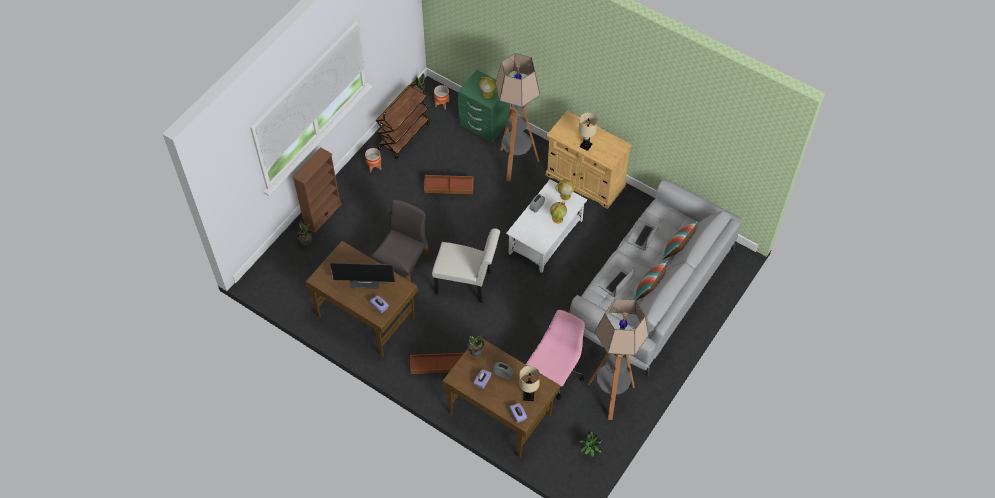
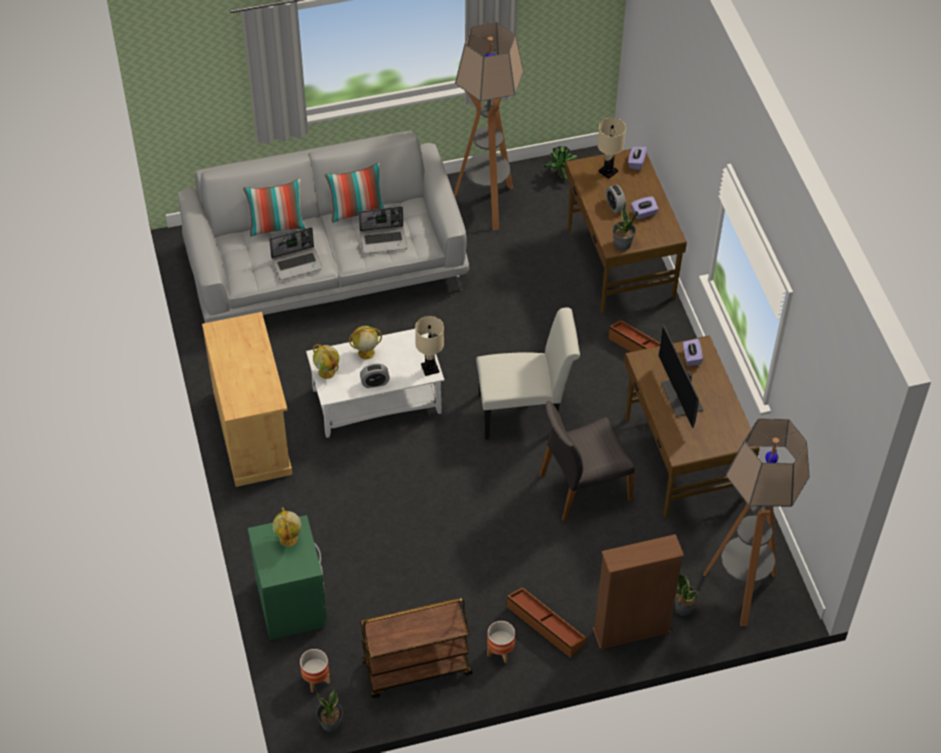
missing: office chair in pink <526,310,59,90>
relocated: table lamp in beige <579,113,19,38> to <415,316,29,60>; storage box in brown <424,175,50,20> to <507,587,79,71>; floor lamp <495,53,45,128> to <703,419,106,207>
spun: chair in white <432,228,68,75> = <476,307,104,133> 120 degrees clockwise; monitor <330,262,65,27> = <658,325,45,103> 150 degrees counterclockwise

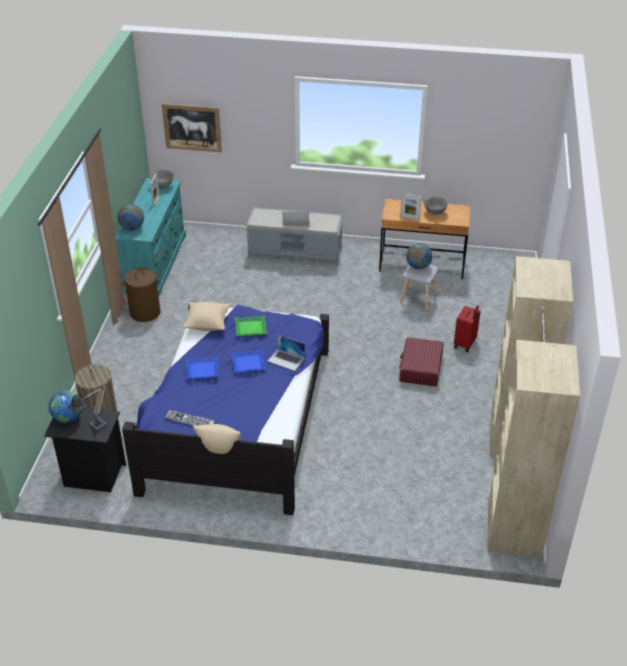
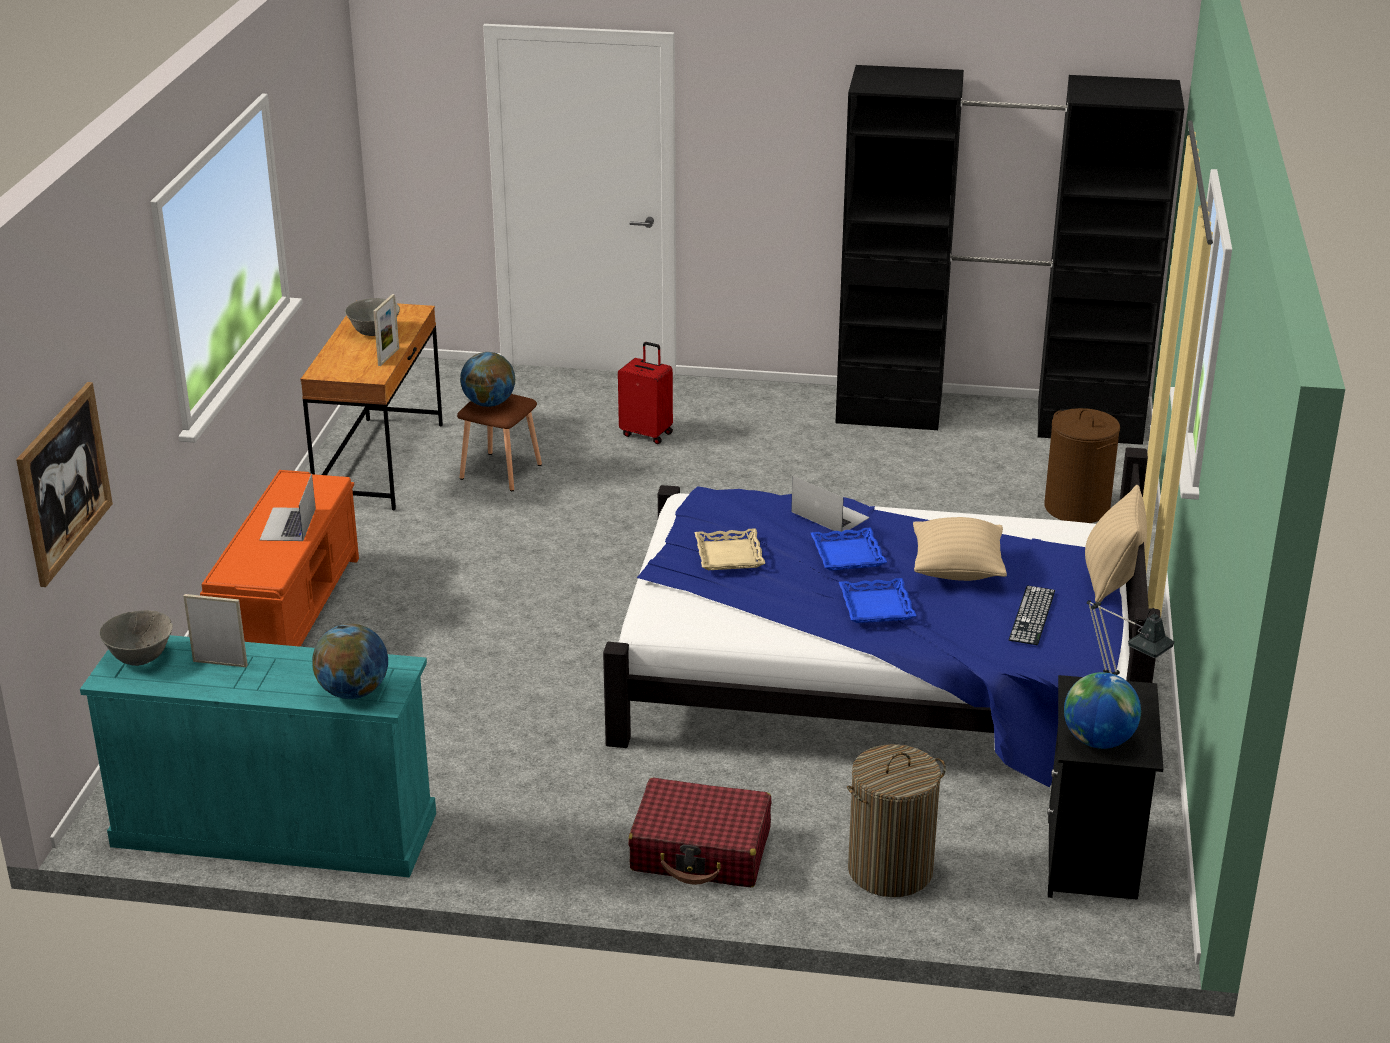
relocated: suitcase in red <399,337,45,50> to <628,777,143,110>; pillow in beige <183,302,47,29> to <913,517,94,64>; laundry basket in brown <122,268,38,54> to <1044,408,76,115>
colour: bench in grey <246,207,97,59> to bench in orange <200,470,159,177>; stool in grey <400,264,39,47> to stool in brown <457,394,85,97>; tray in green <235,316,32,20> to tray in beige <694,528,71,42>; wardrobe in beige <487,256,93,302> to wardrobe in black <836,65,348,380>
spun: laptop <268,334,37,37> = <791,476,79,56> 75 degrees counterclockwise

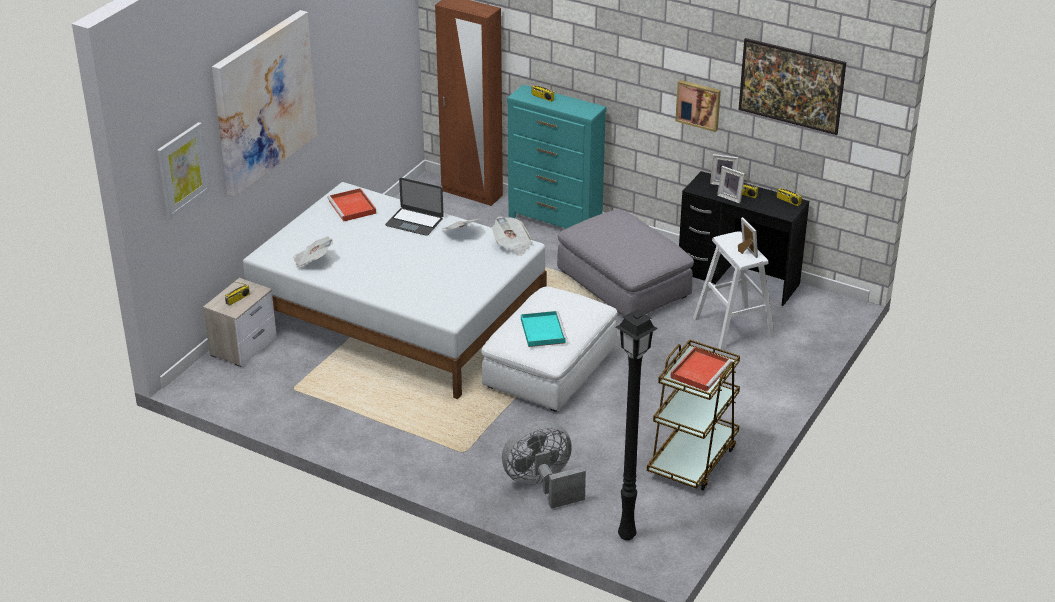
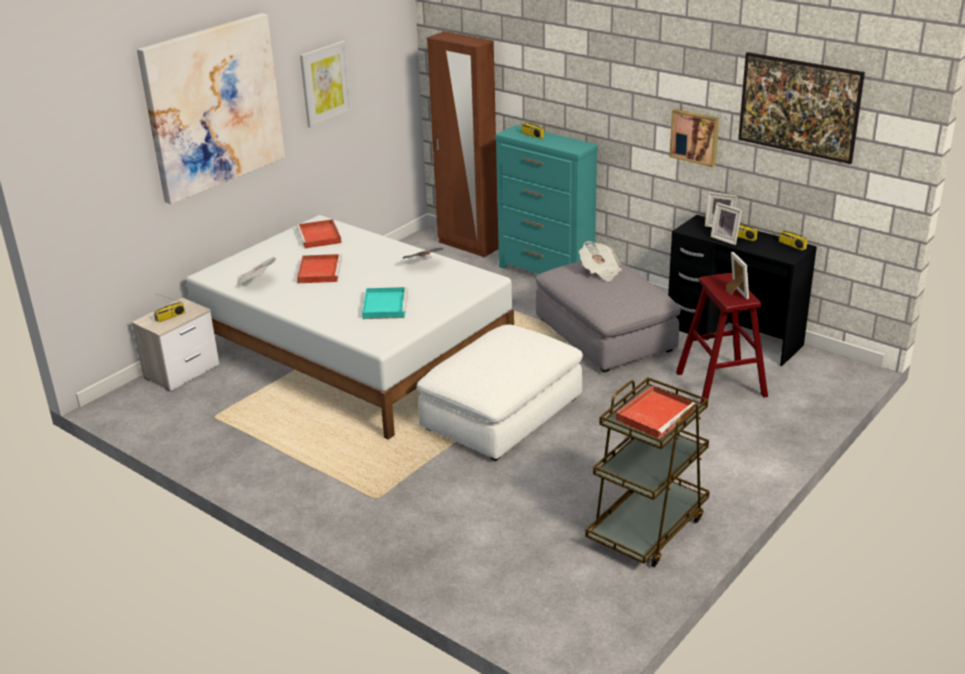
missing: laptop <385,178,59,58>; fan in grey <502,421,84,88>; floor lamp in black <616,309,42,231>
appeared: tray in red <297,254,45,29>
relocated: picture <157,122,53,97> to <300,41,52,87>; tray in turquoise <521,311,46,36> to <362,287,46,32>; newspaper <492,216,41,40> to <579,241,43,40>
colour: stool in white <693,231,82,119> to stool in red <676,273,92,131>

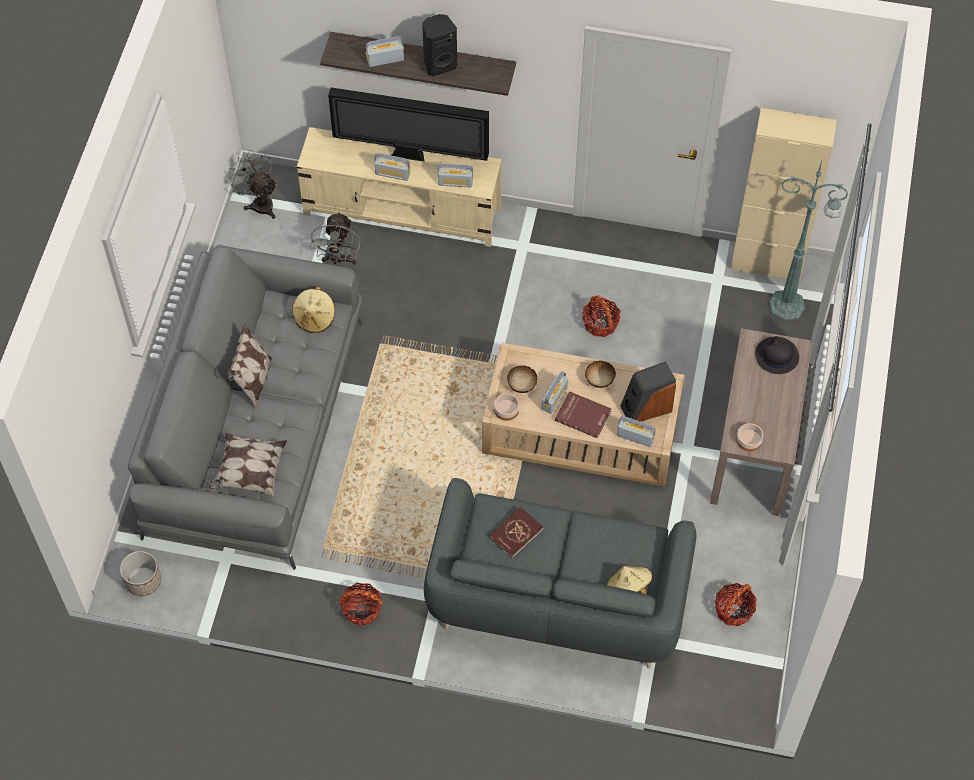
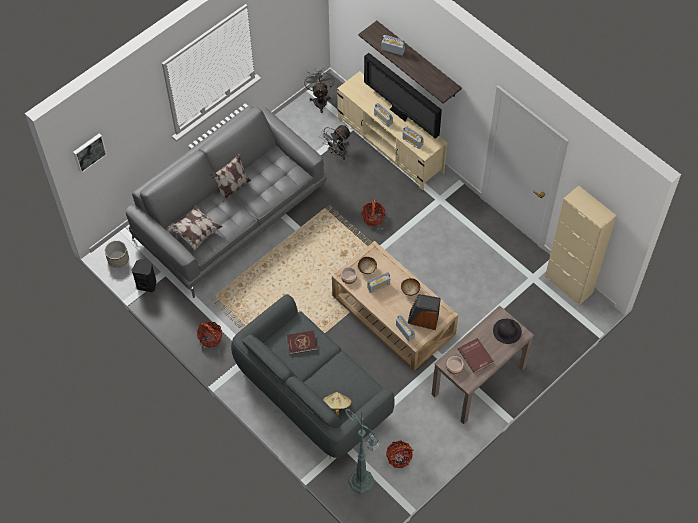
missing: hat in beige <292,287,43,46>
appeared: picture <73,133,34,40>
relocated: speaker in black <422,14,35,62> to <132,259,24,33>; floor lamp in green <769,157,79,164> to <345,409,35,85>; basket <582,295,39,42> to <361,199,24,27>; book in red <555,391,56,47> to <458,338,36,35>

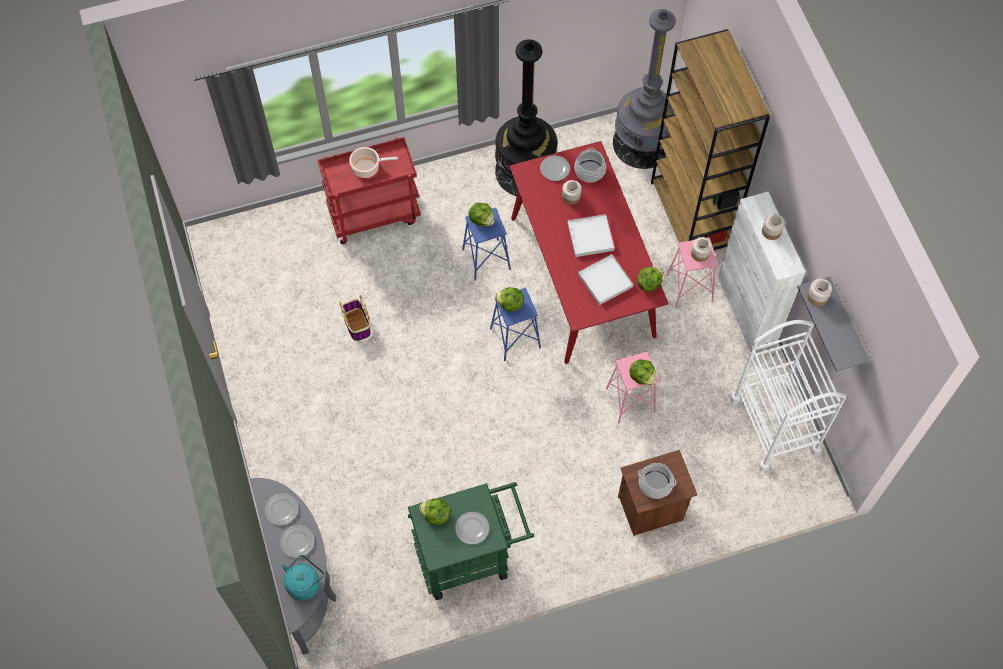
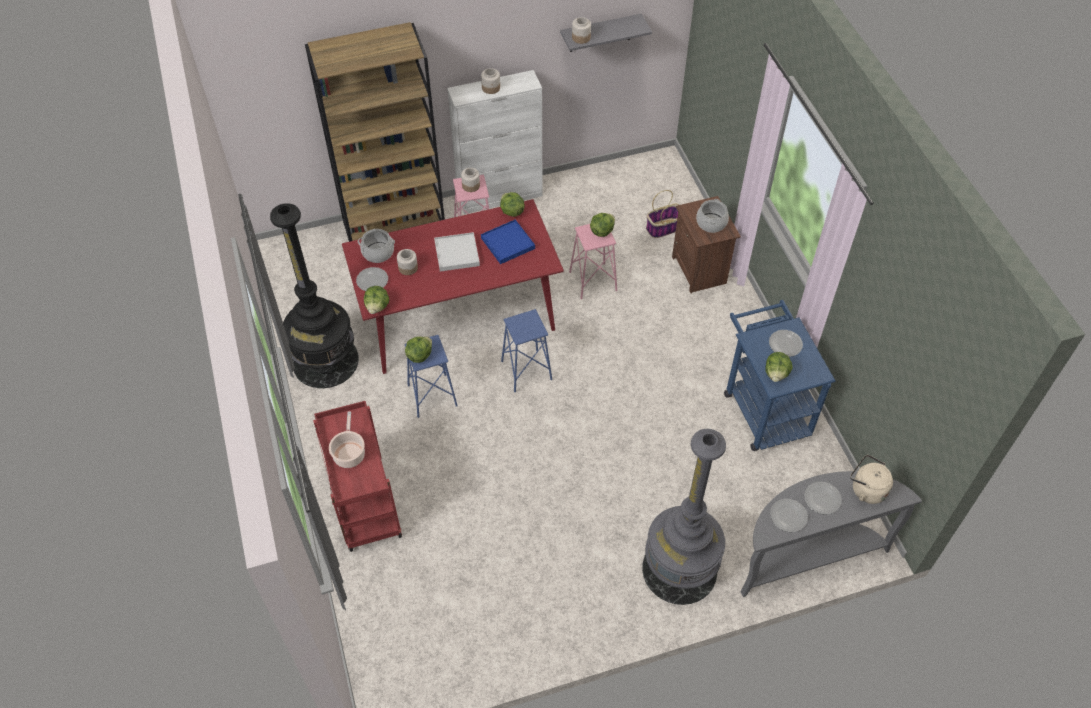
missing: cart in white <730,320,117,151>
relocated: lettuce <495,287,29,25> to <364,286,25,28>; floor lamp in grey <613,9,63,160> to <642,429,84,176>; basket <340,295,31,46> to <646,190,33,48>
colour: tray in white <578,254,55,51> to tray in blue <481,220,54,44>; cart in green <408,482,126,118> to cart in blue <724,300,112,151>; kettle in turquoise <282,555,42,46> to kettle in beige <850,455,43,49>

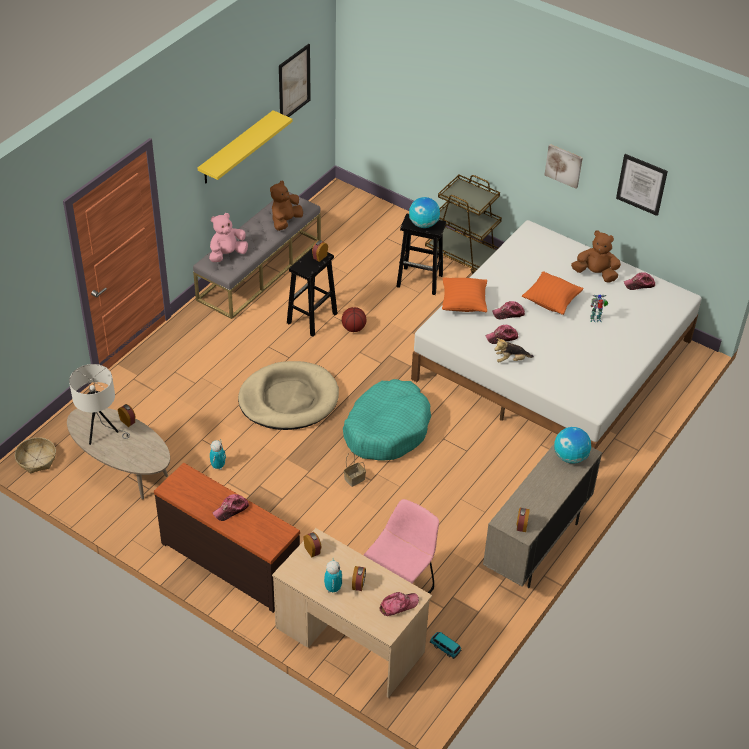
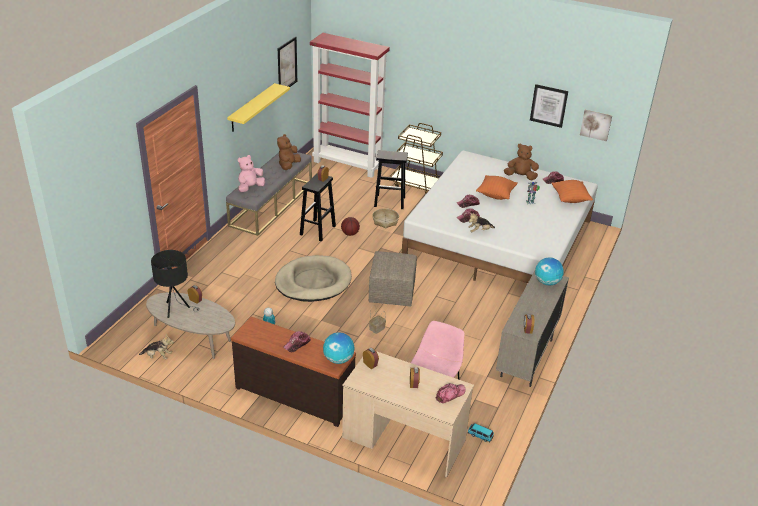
missing: toy robot <324,558,18,35>
appeared: plush toy <139,333,35,26>; bookcase in red <310,33,80,145>
relocated: globe <409,197,31,31> to <323,332,31,32>; basket <15,437,41,37> to <372,208,27,21>; pillow in orange <442,277,45,35> to <552,180,41,23>; picture <545,144,38,45> to <580,110,32,31>
exchanged: dog bed in turquoise <343,379,88,82> to ottoman in beige <369,251,48,56>
colour: table lamp in white <69,364,61,81> to table lamp in black <151,250,49,68>

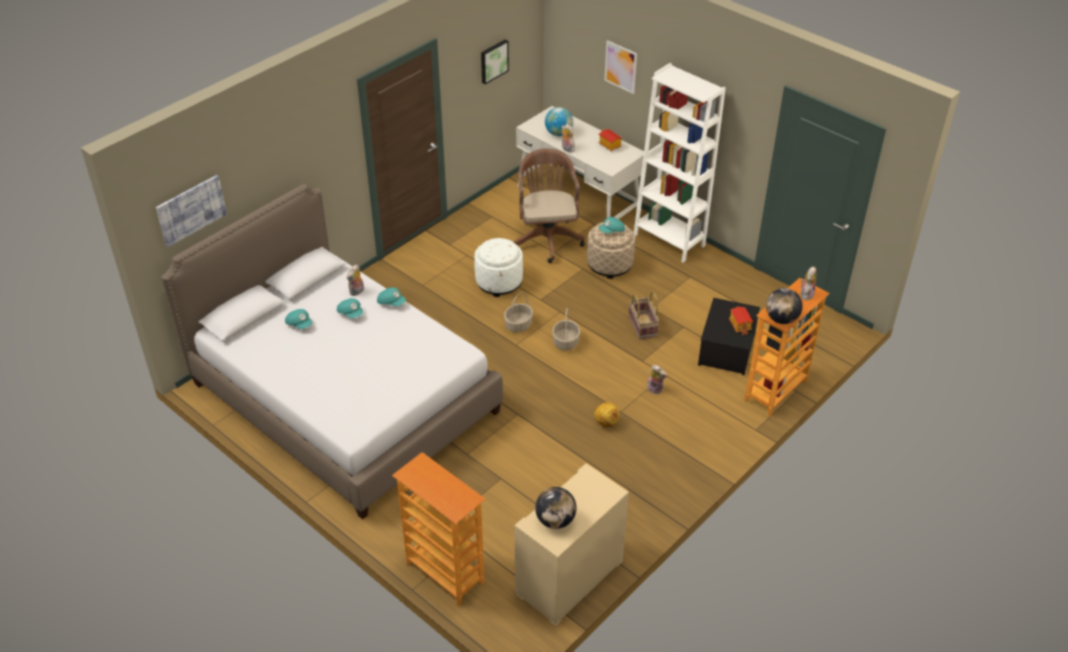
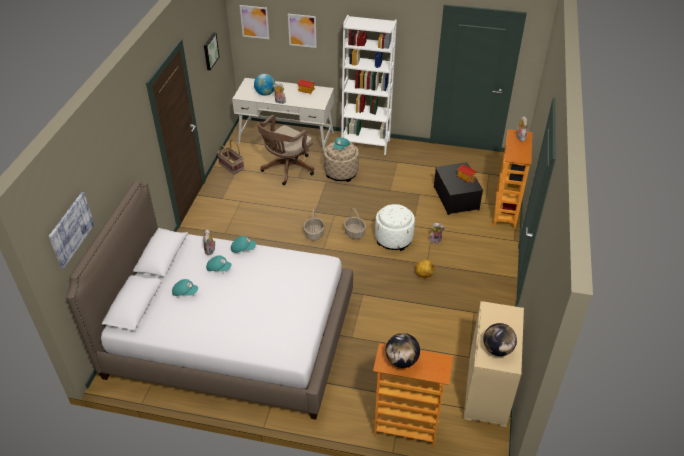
appeared: picture <240,5,29,34>
relocated: basket <629,291,30,48> to <217,140,27,34>; ottoman in white <474,238,49,59> to <375,204,40,47>; globe <766,288,37,36> to <386,333,34,35>
spun: office chair in brown <514,149,71,114> = <257,115,57,70> 105 degrees counterclockwise

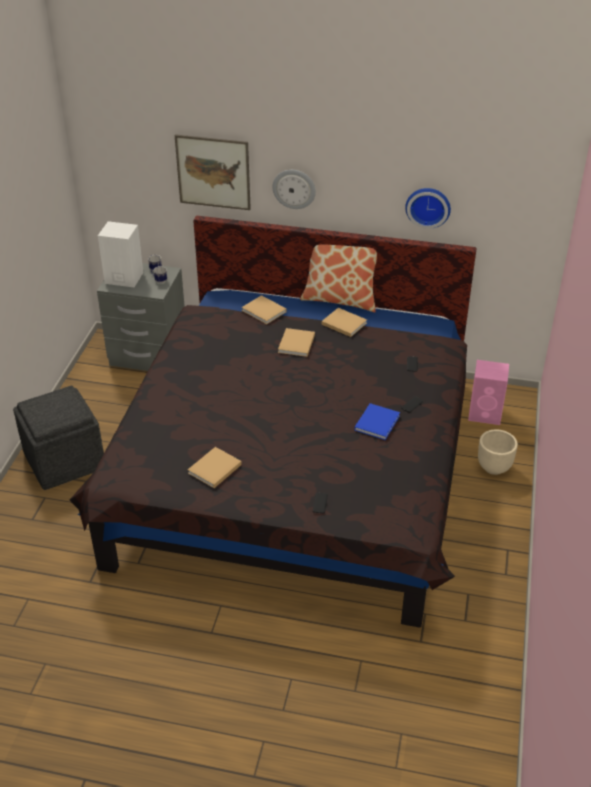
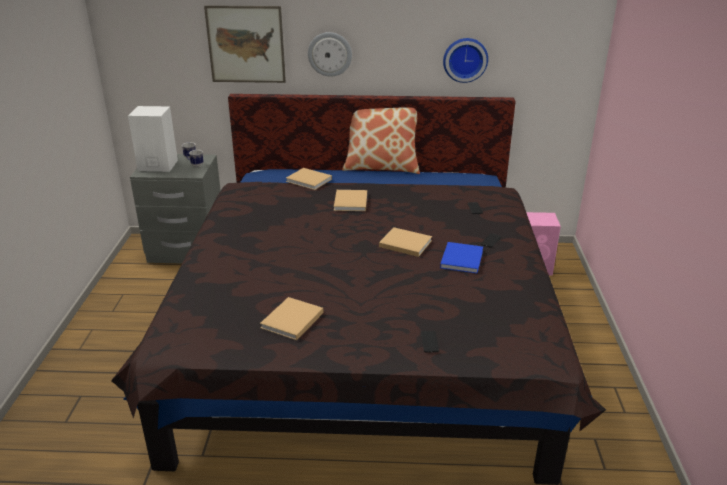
missing: ottoman in grey <13,385,91,105>; planter in beige <478,429,40,46>
relocated: book in beige <322,308,45,29> to <379,227,53,30>

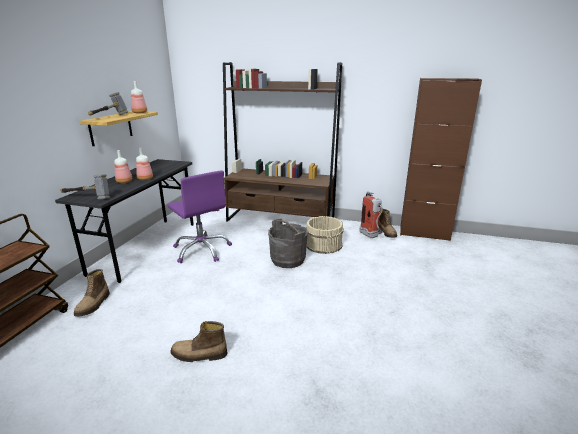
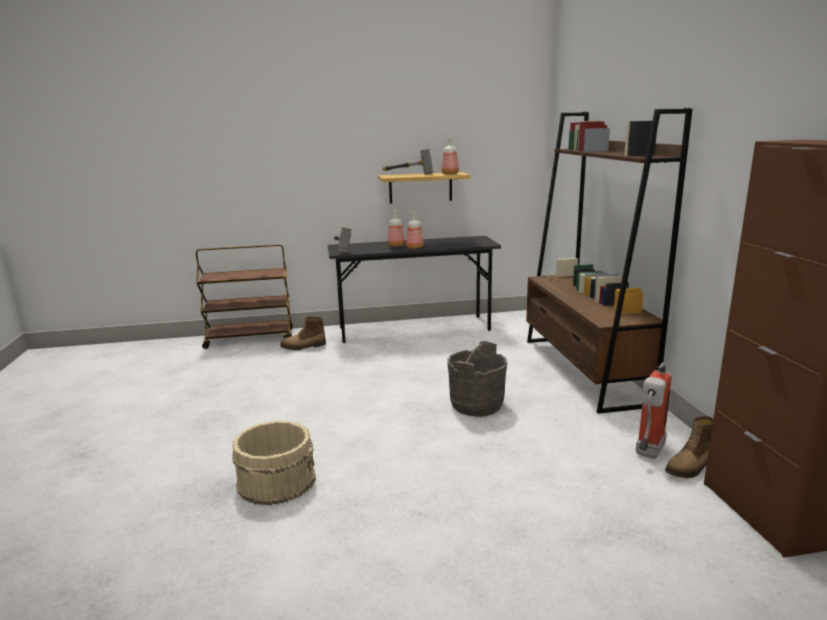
missing: office chair in purple <168,170,64,93>; boot <171,321,57,41>
relocated: bucket in beige <306,216,37,38> to <232,421,83,84>

